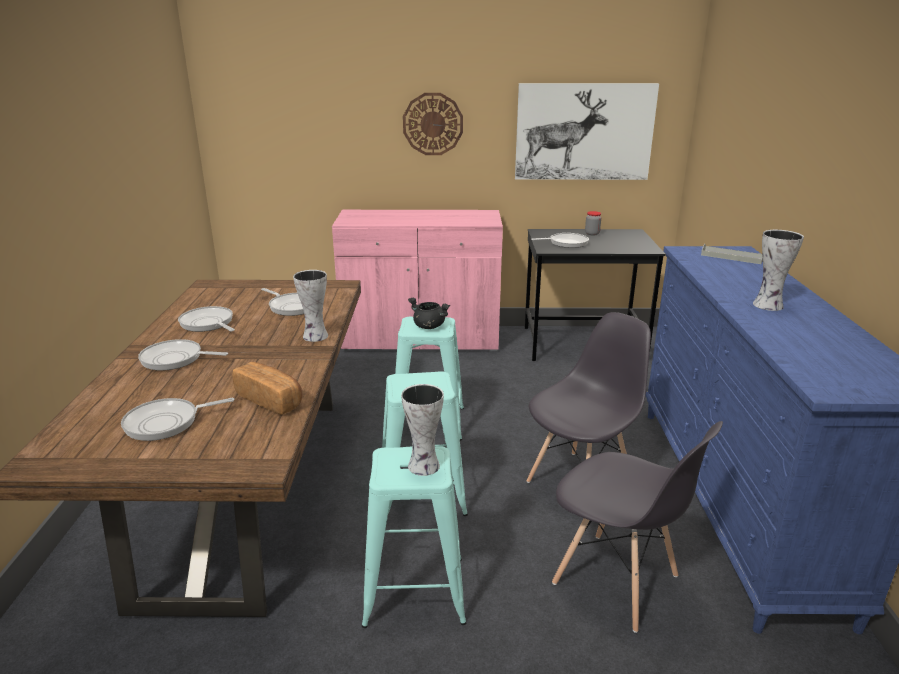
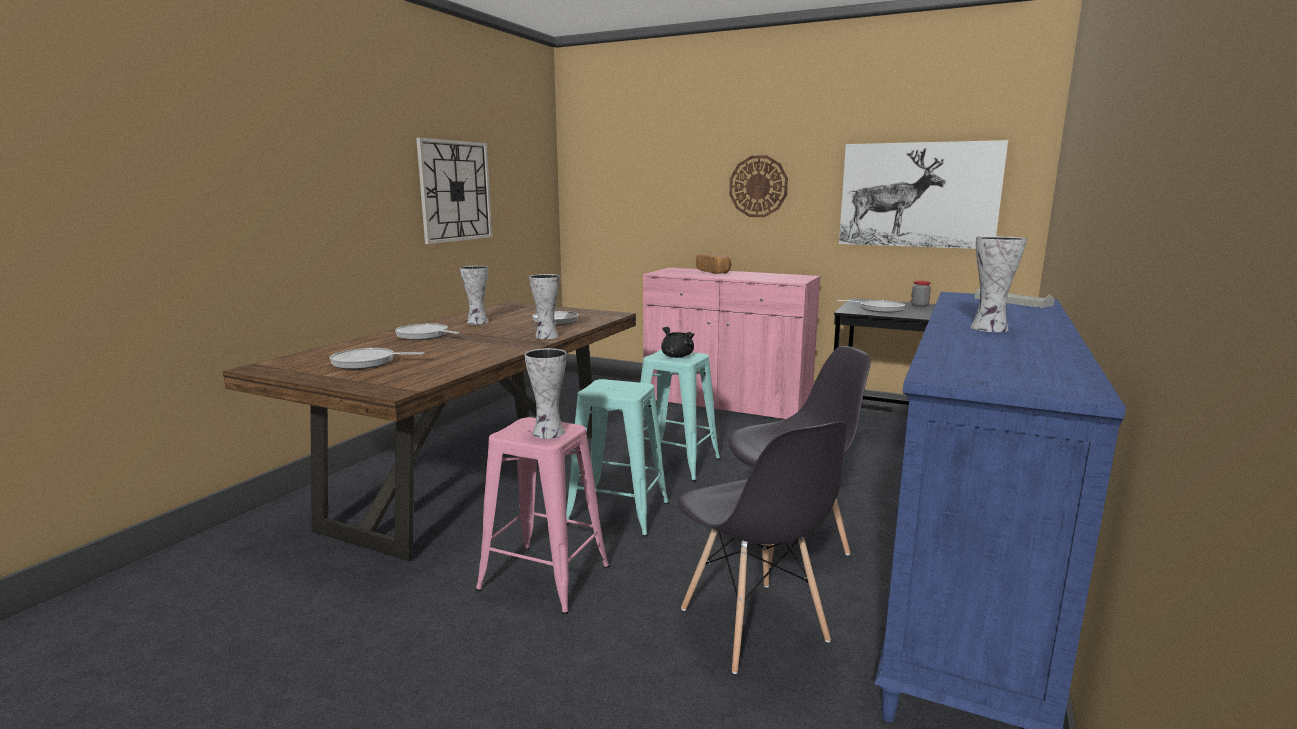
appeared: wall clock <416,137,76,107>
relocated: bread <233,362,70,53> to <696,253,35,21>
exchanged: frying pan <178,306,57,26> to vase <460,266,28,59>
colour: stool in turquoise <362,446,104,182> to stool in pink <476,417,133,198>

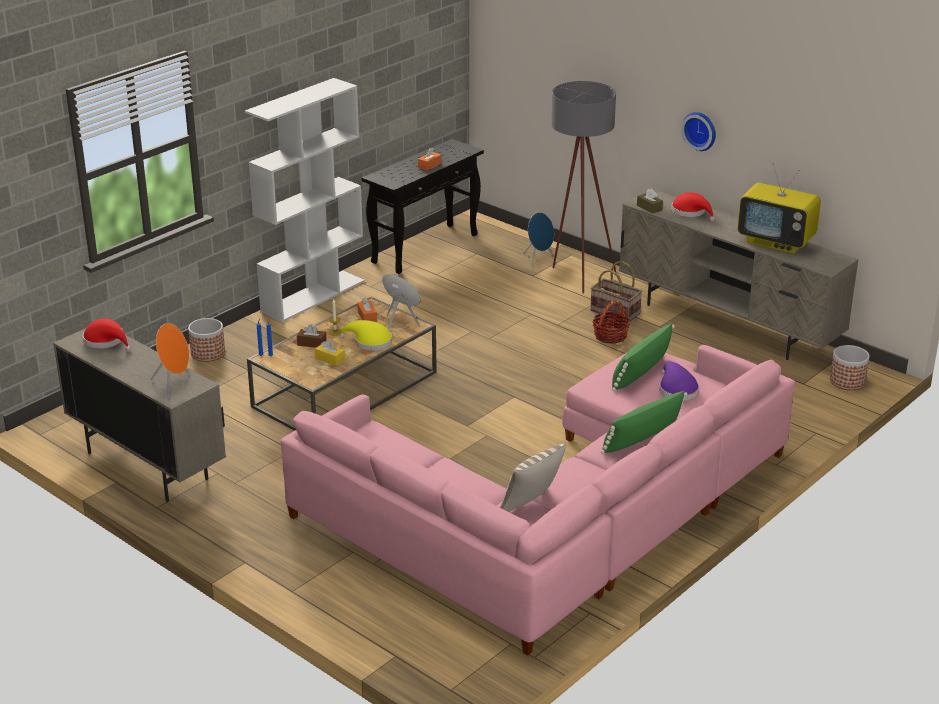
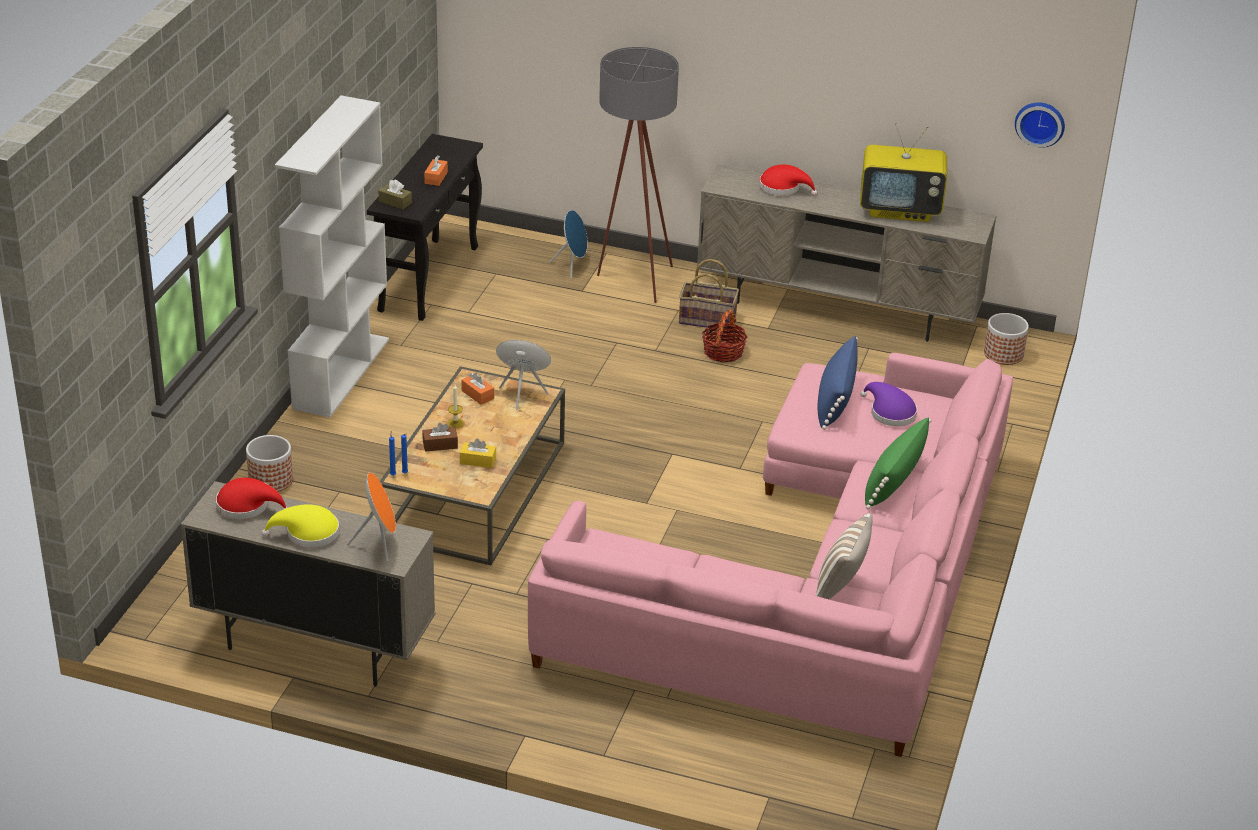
relocated: hat in yellow <339,320,53,31> to <261,504,78,44>; tissue box in brown <637,189,26,25> to <378,180,34,29>; wall clock <681,112,35,39> to <1015,102,50,46>
colour: pillow in green <612,324,63,67> to pillow in blue <818,336,40,94>

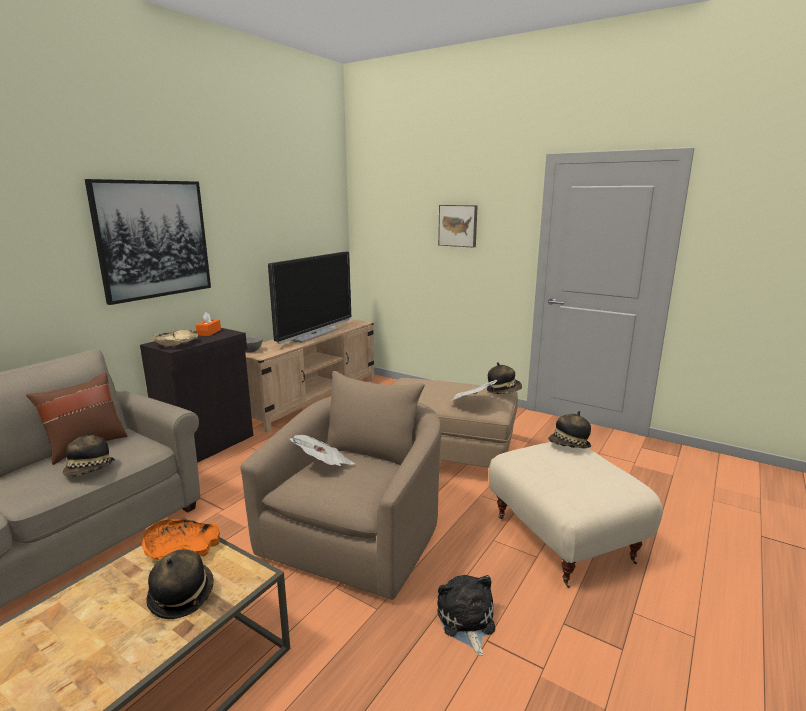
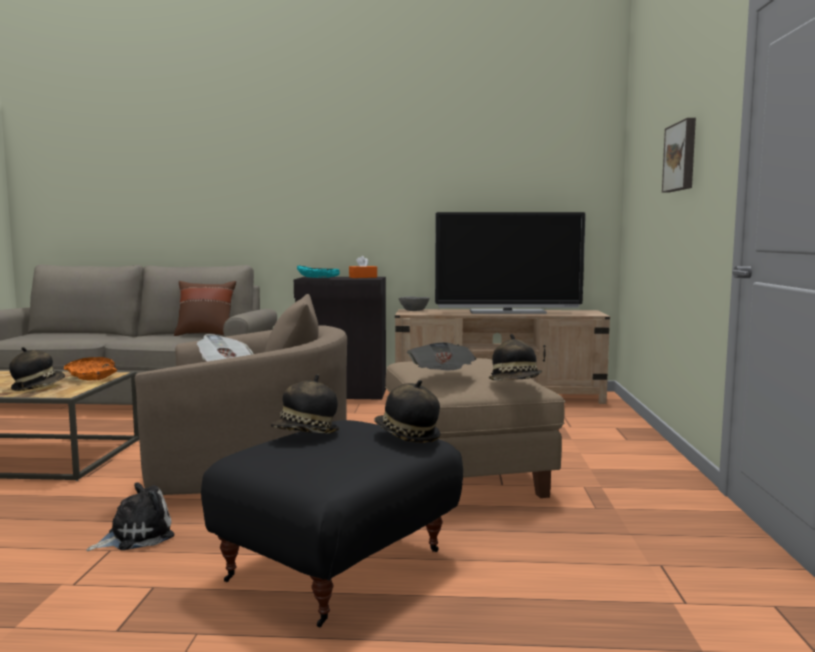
missing: picture <85,179,126,126>
relocated: hat <63,430,52,46> to <271,374,68,60>
colour: ottoman in beige <488,442,175,146> to ottoman in black <201,420,262,207>; bowl in beige <152,330,46,16> to bowl in turquoise <297,266,43,12>

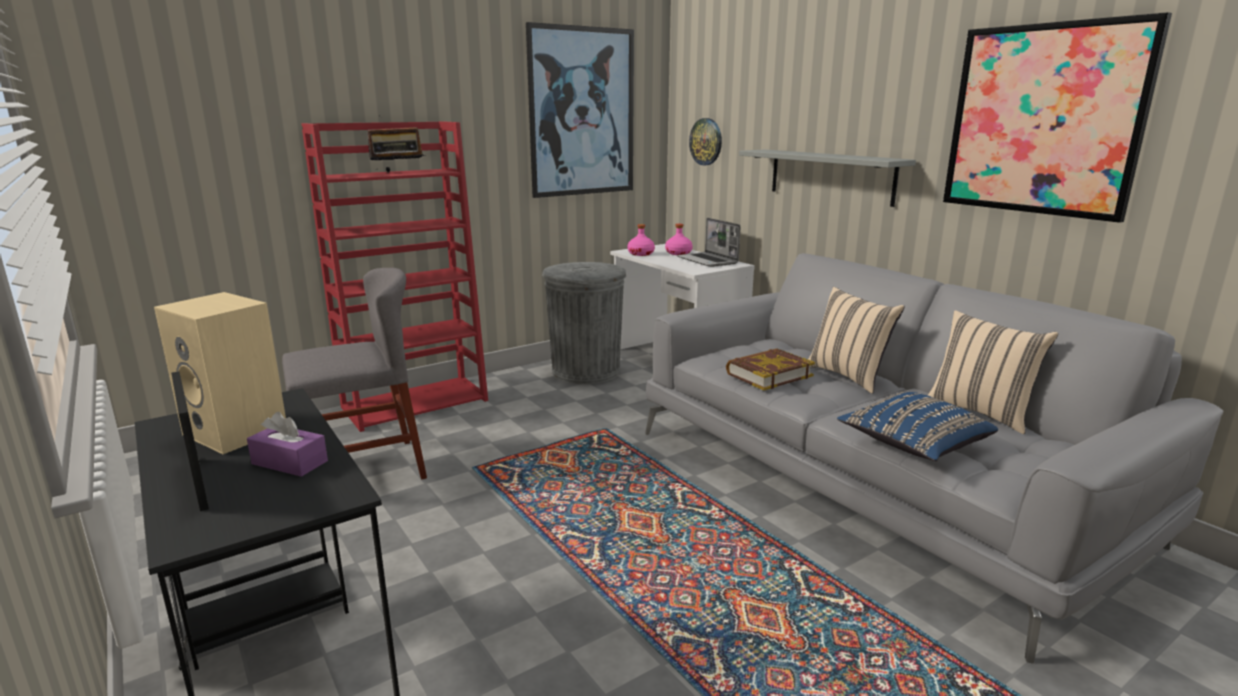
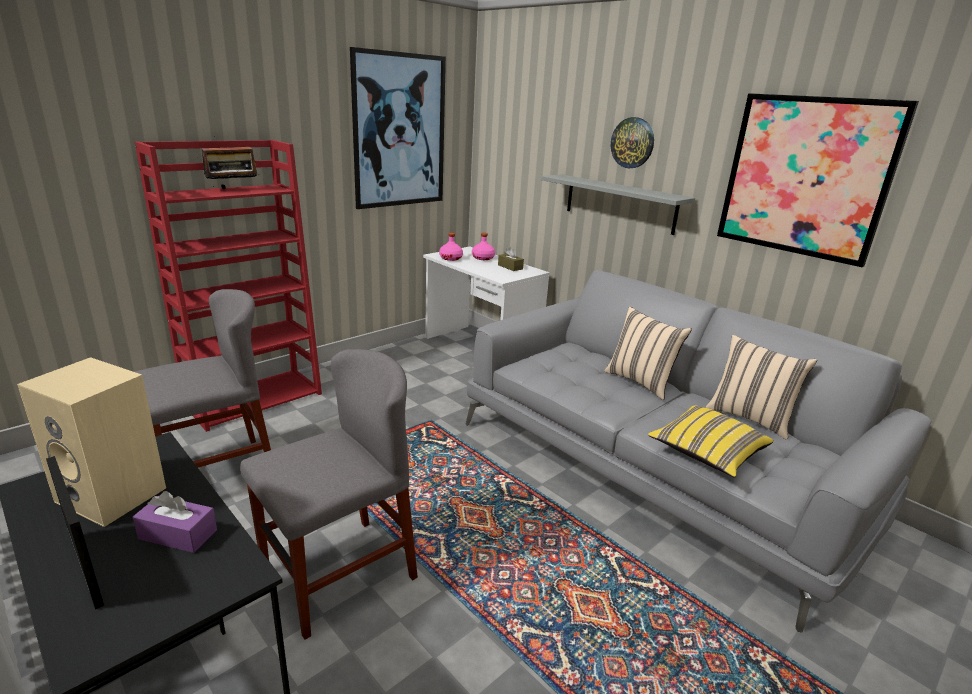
missing: trash can in grey <542,262,84,122>; book <726,349,89,41>
appeared: chair in grey <240,349,178,291>
relocated: wall clock <689,118,33,48> to <611,117,43,51>
exchanged: laptop <677,218,64,49> to tissue box in brown <498,247,26,24>
colour: pillow in blue <837,392,161,69> to pillow in yellow <648,406,125,72>

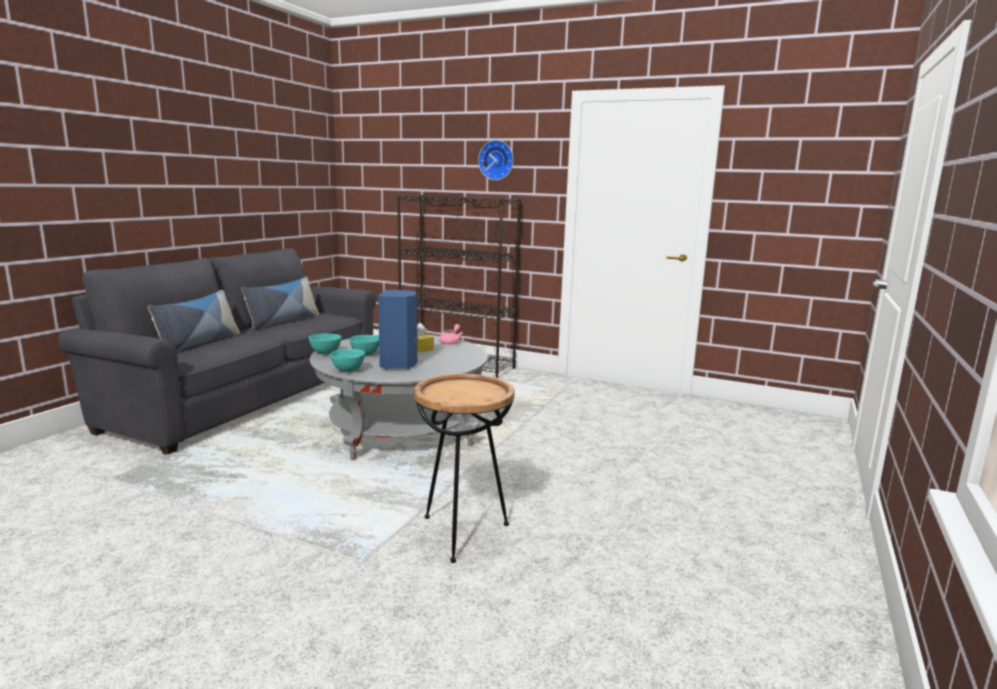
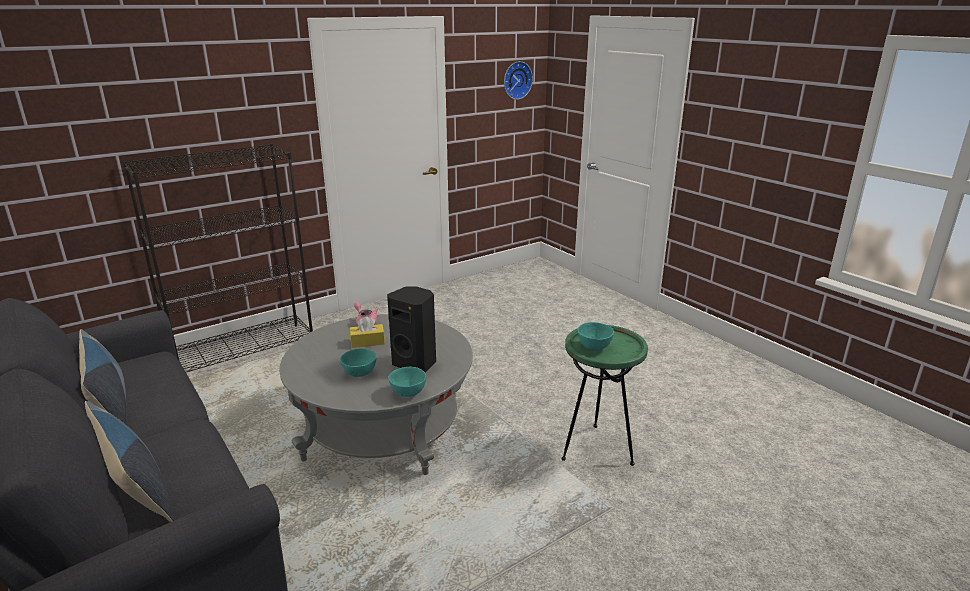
relocated: wall clock <478,140,35,40> to <504,61,29,39>; bowl in turquoise <309,334,33,20> to <577,322,37,29>
colour: speaker in blue <378,290,40,79> to speaker in black <387,286,49,86>; side table in brown <414,374,100,189> to side table in green <562,325,86,141>

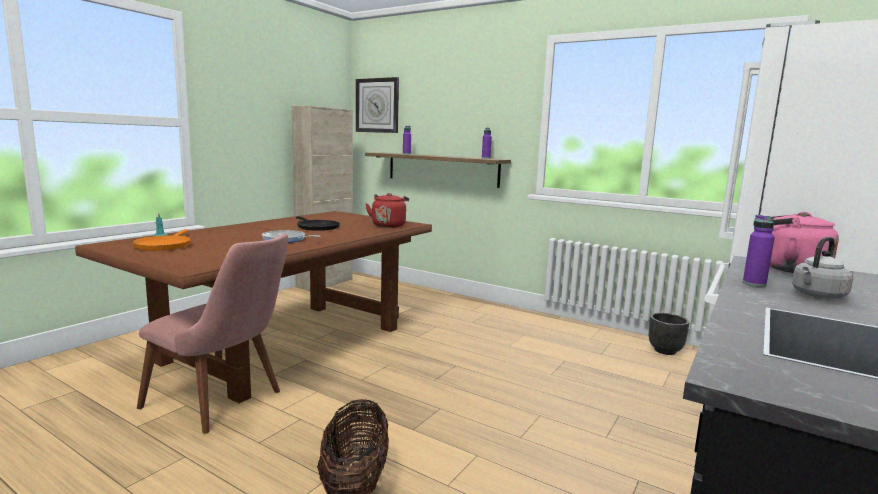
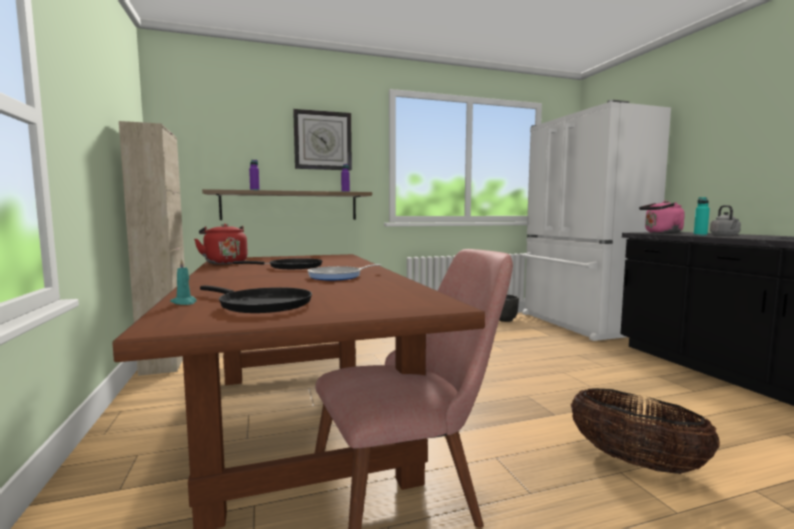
relocated: kettle in red <365,193,44,35> to <194,224,54,40>; wall clock <356,77,43,56> to <293,109,59,61>
colour: frying pan in orange <132,229,59,22> to frying pan in black <200,285,112,28>; bottle in purple <743,215,32,72> to bottle in turquoise <694,197,16,39>

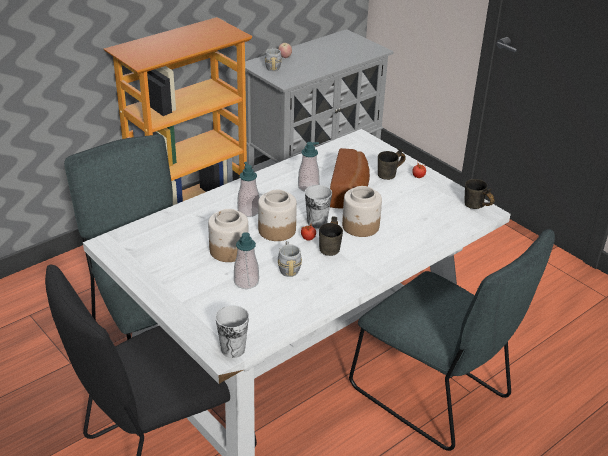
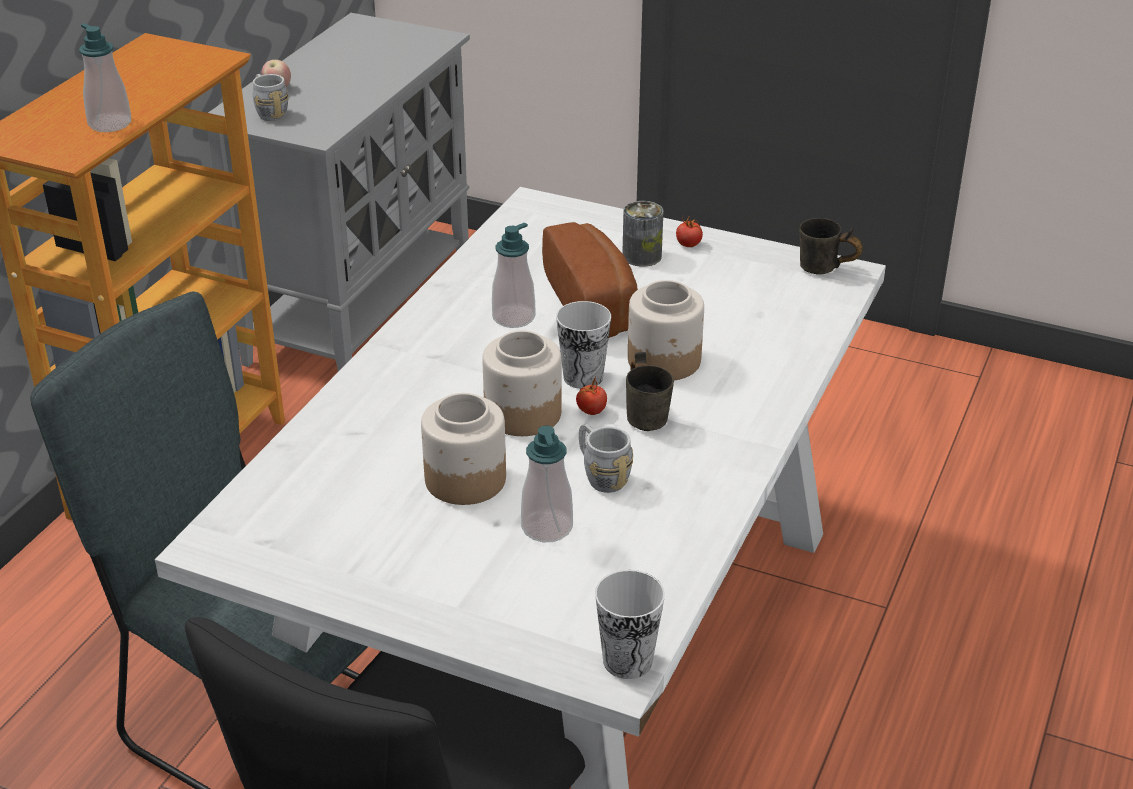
missing: chair in grey <349,229,206,222>
relocated: soap dispenser <237,162,23,55> to <79,23,52,109>
exchanged: mug in grey <378,148,28,32> to can <622,201,42,66>

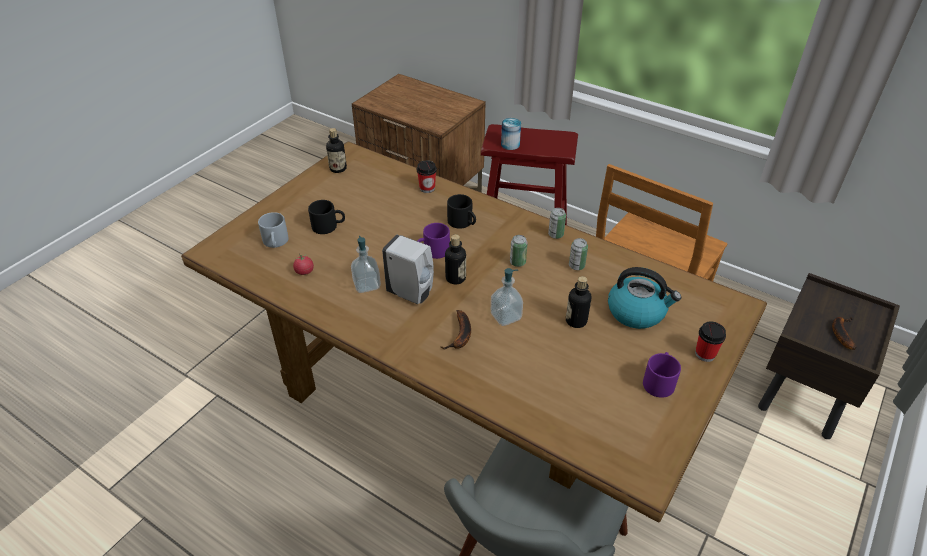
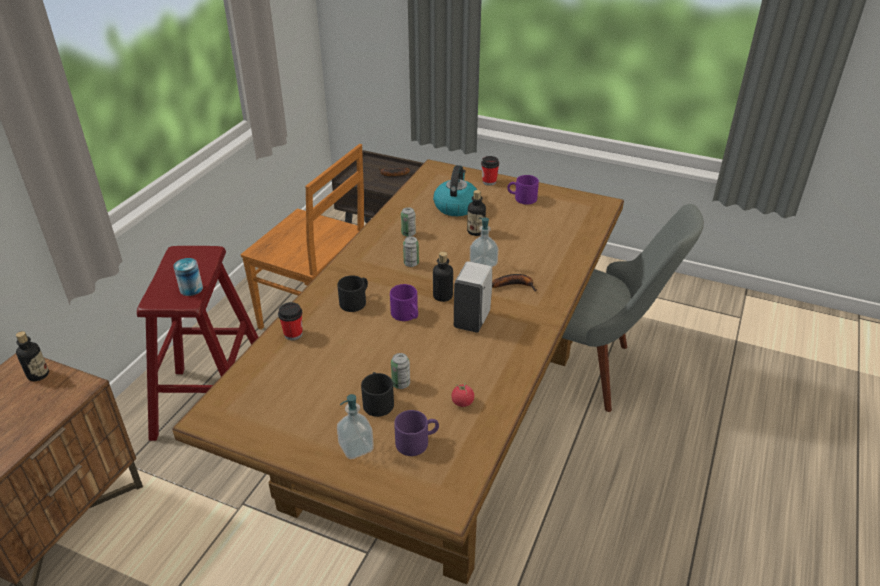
relocated: bottle <326,128,21,45> to <16,331,33,50>; soap dispenser <351,236,30,57> to <337,394,37,65>; can <548,208,18,31> to <391,353,19,36>
colour: mug in grey <258,212,31,36> to mug in purple <394,410,45,46>

